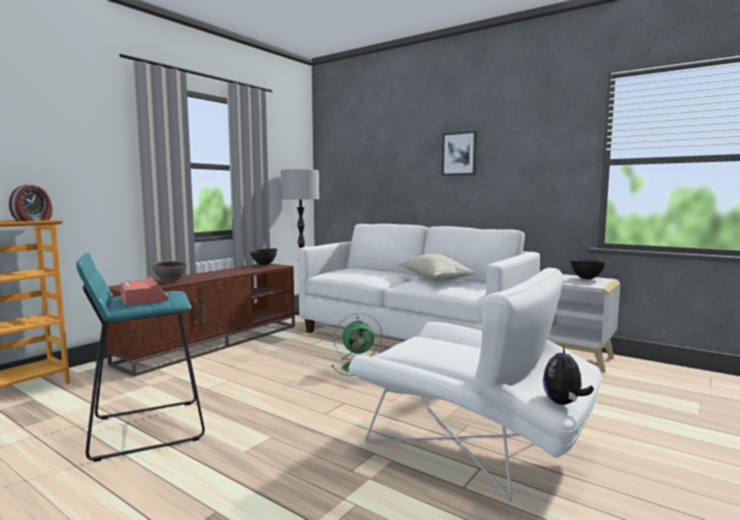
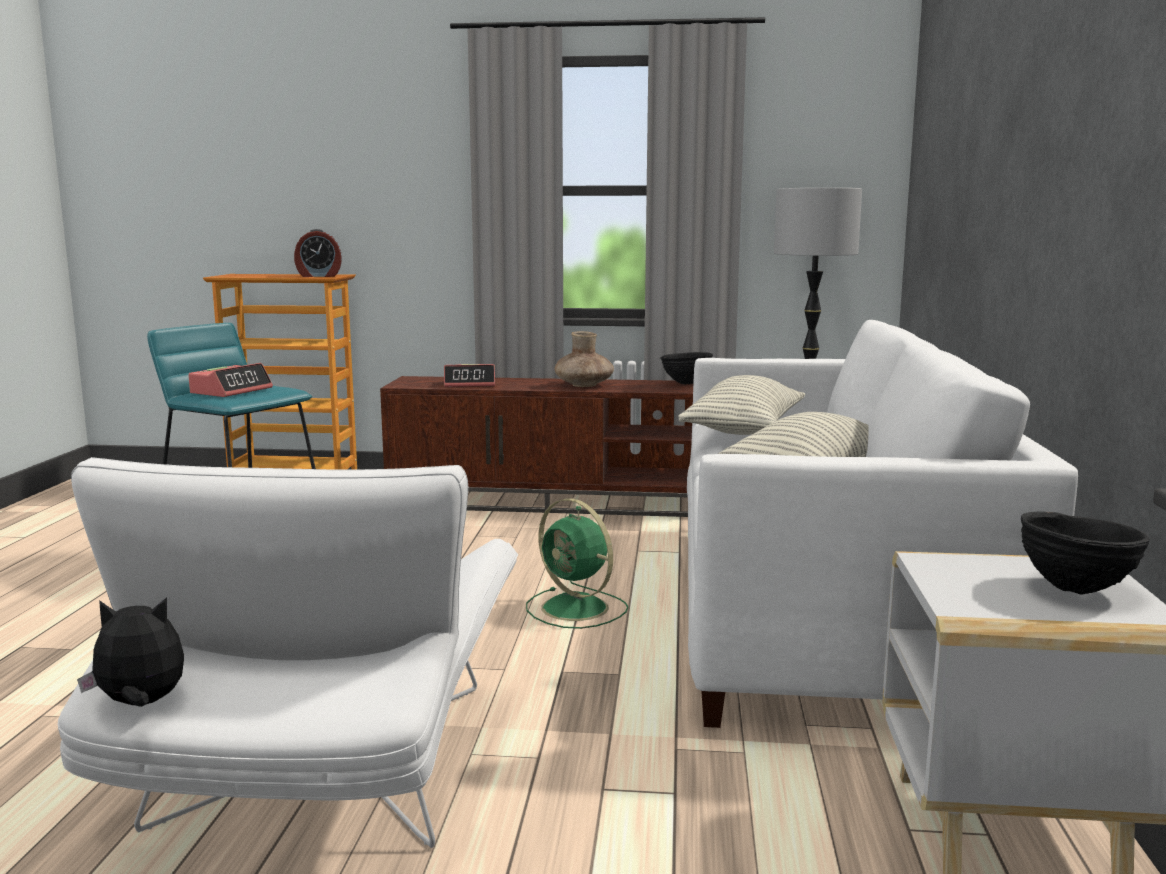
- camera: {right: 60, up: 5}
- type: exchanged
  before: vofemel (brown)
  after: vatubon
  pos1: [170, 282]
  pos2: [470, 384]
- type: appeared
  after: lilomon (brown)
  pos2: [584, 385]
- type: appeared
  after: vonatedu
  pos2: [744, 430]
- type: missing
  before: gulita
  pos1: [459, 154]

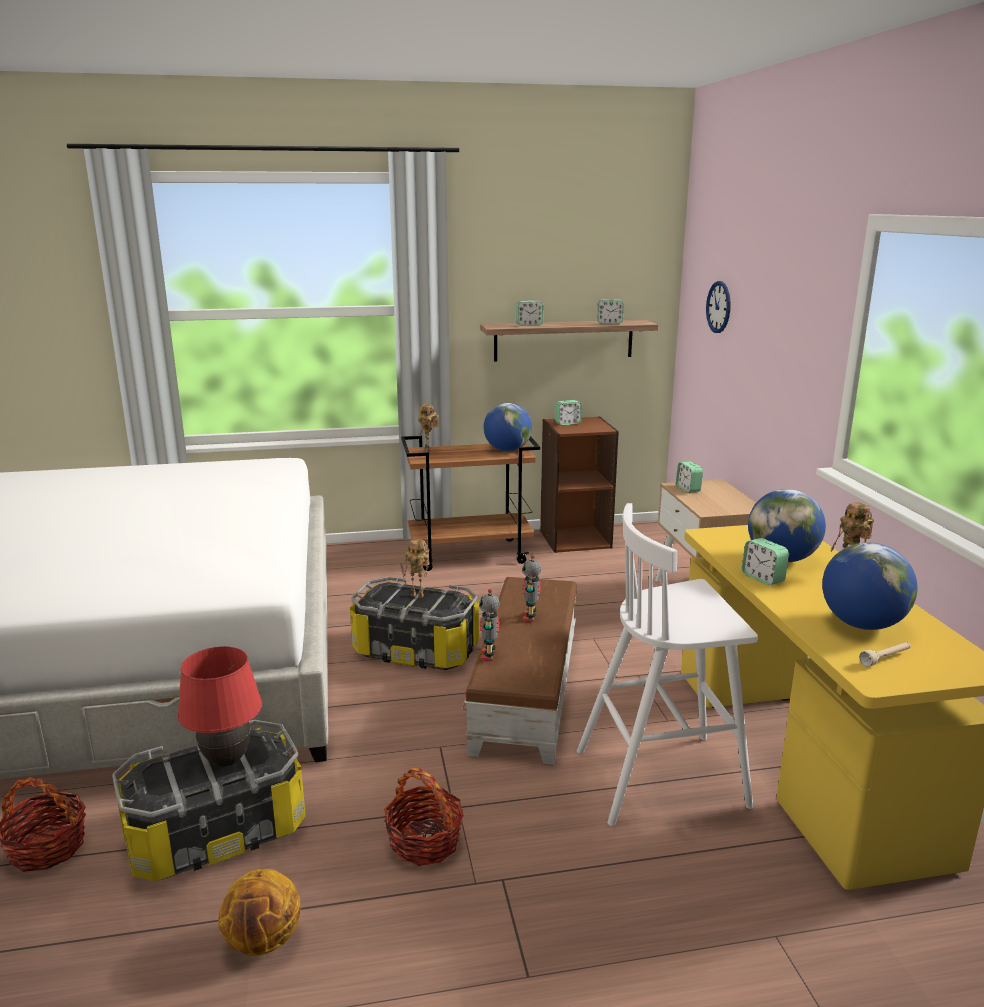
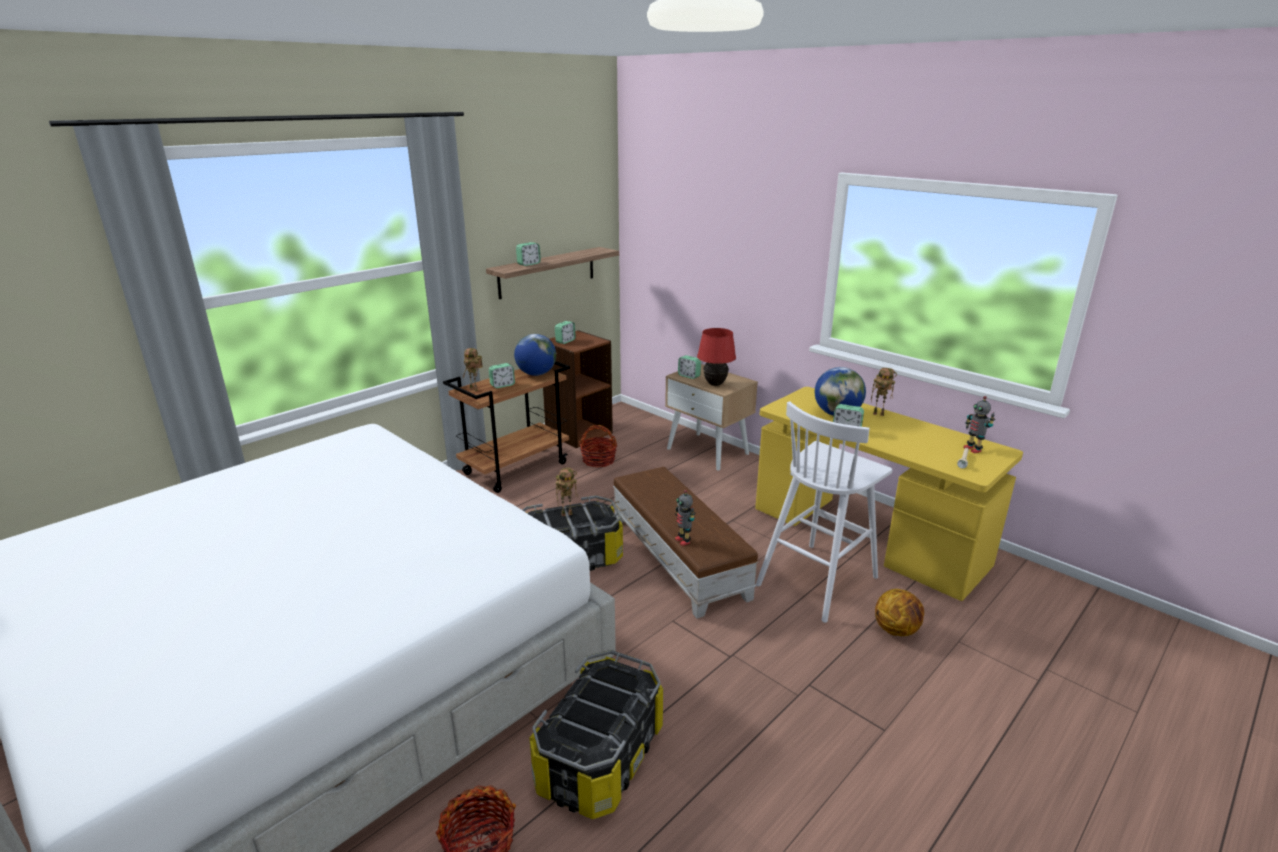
- camera: {right: -35, up: 5}
- type: relocated
  before: vatubon
  pos1: [609, 323]
  pos2: [502, 385]
- type: relocated
  before: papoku
  pos1: [425, 842]
  pos2: [598, 460]
- type: relocated
  before: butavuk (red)
  pos1: [226, 760]
  pos2: [715, 384]
- type: relocated
  before: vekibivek
  pos1: [264, 941]
  pos2: [896, 630]
- type: relocated
  before: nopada
  pos1: [530, 617]
  pos2: [973, 449]
- type: missing
  before: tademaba
  pos1: [718, 307]
- type: missing
  before: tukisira
  pos1: [862, 624]

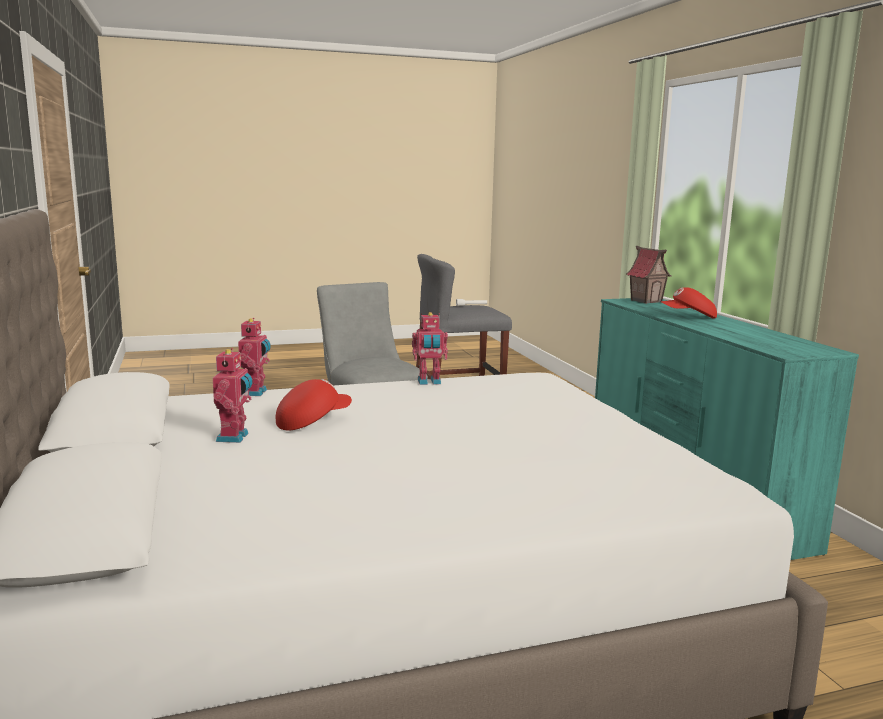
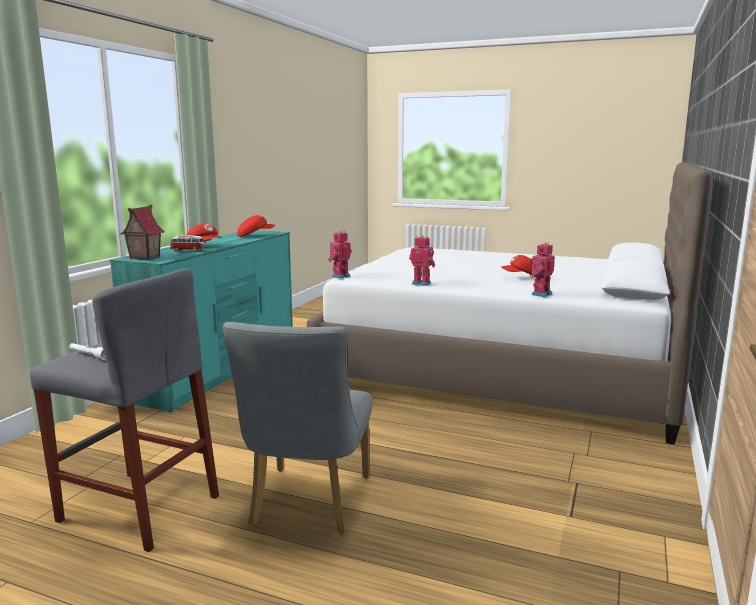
- camera: {right: -140, up: 0}
- type: appeared
  after: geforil
  pos2: [188, 251]
- type: appeared
  after: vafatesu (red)
  pos2: [255, 235]
- type: relocated
  before: nopada
  pos1: [235, 437]
  pos2: [340, 276]

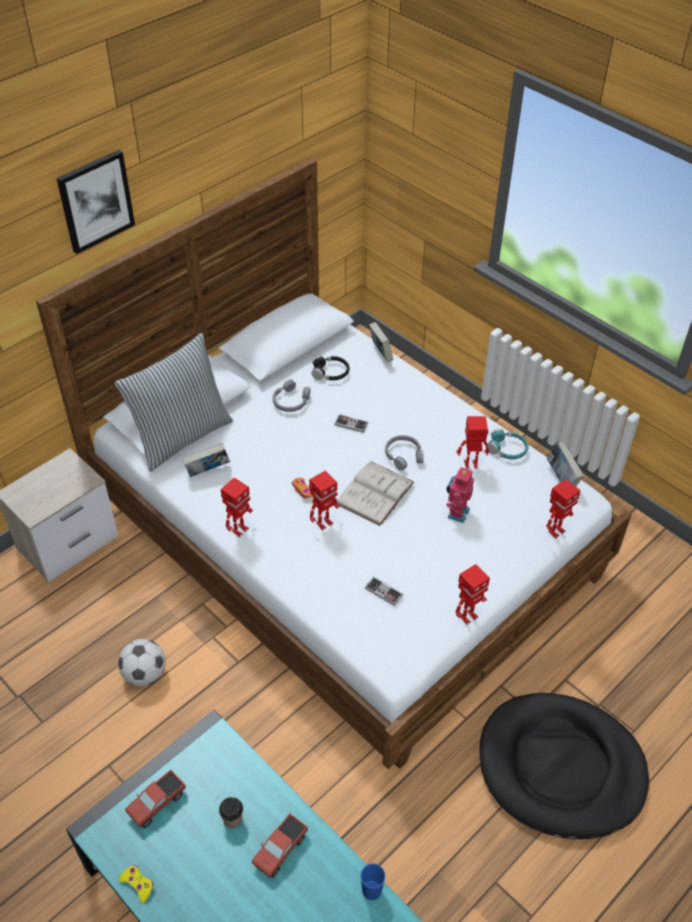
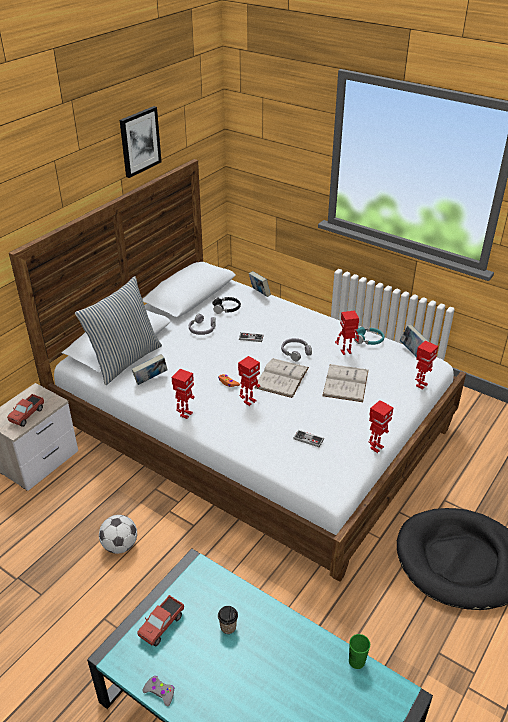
- camera: {right: -10, up: -10}
- type: relocated
  before: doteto
  pos1: [280, 850]
  pos2: [27, 415]
- type: relocated
  before: gulita
  pos1: [95, 201]
  pos2: [139, 141]
- type: colour
  before: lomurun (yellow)
  after: lomurun (grey)
  pos1: [138, 884]
  pos2: [160, 692]
- type: exchanged
  before: nopada
  after: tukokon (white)
  pos1: [456, 513]
  pos2: [345, 382]
- type: colour
  before: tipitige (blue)
  after: tipitige (green)
  pos1: [371, 890]
  pos2: [356, 661]

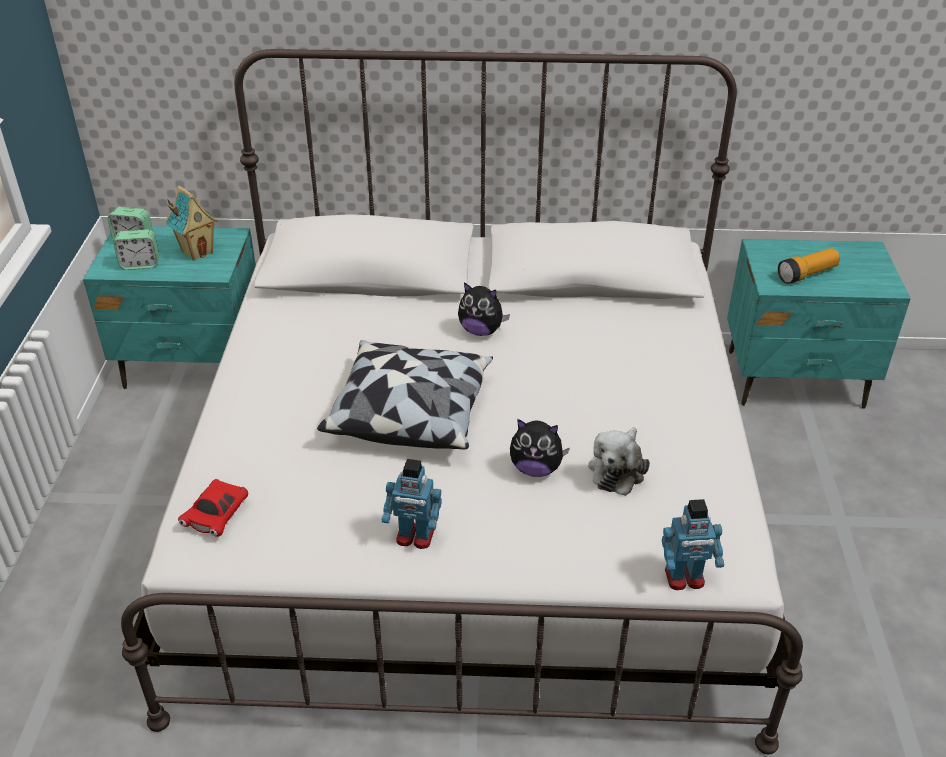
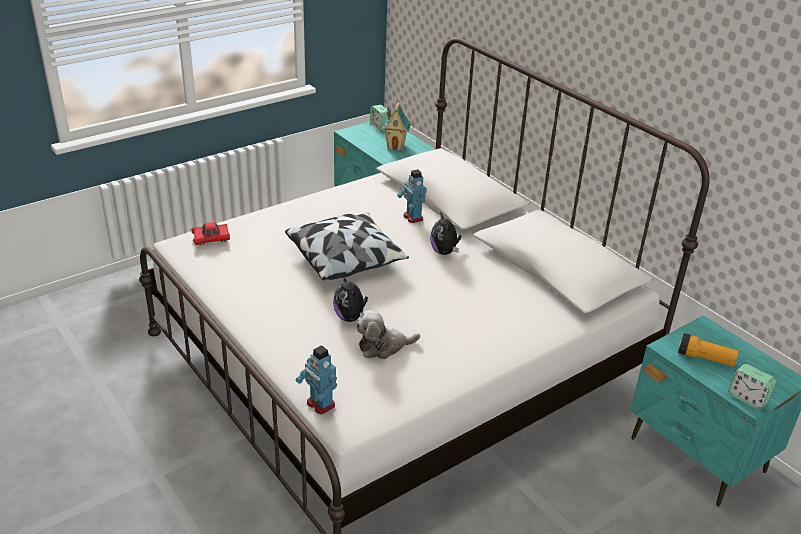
- camera: {right: 50, up: -5}
- type: relocated
  before: nopada
  pos1: [414, 537]
  pos2: [412, 218]
- type: relocated
  before: vatubon
  pos1: [140, 264]
  pos2: [747, 399]

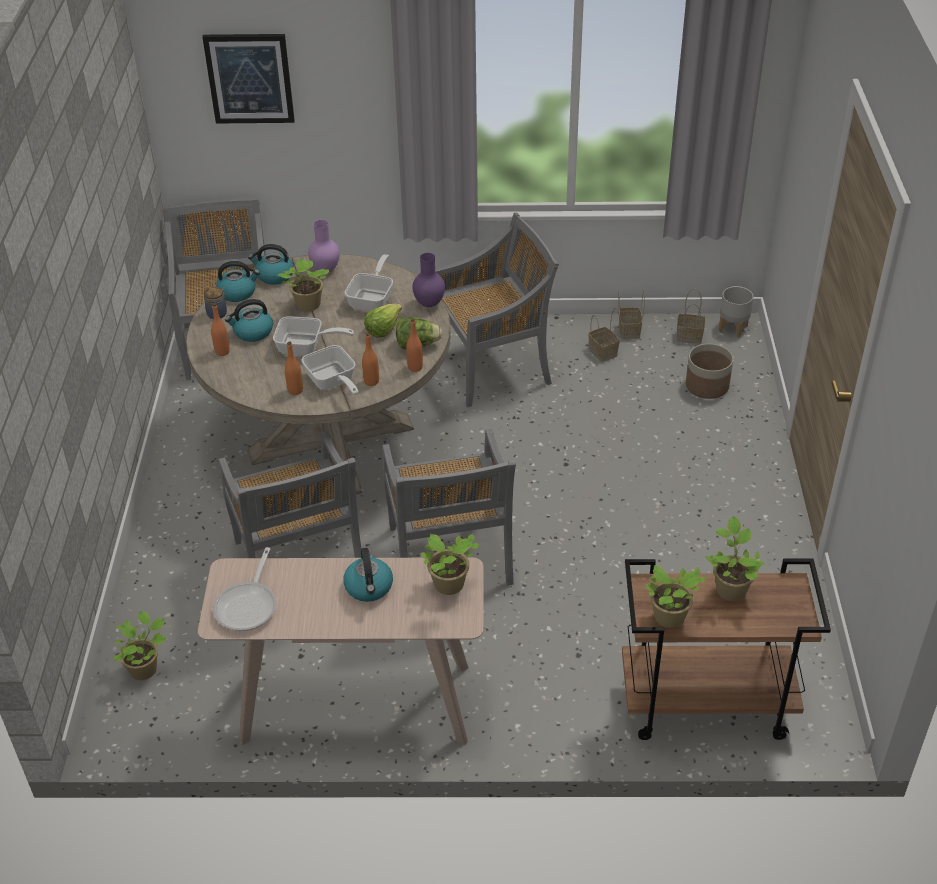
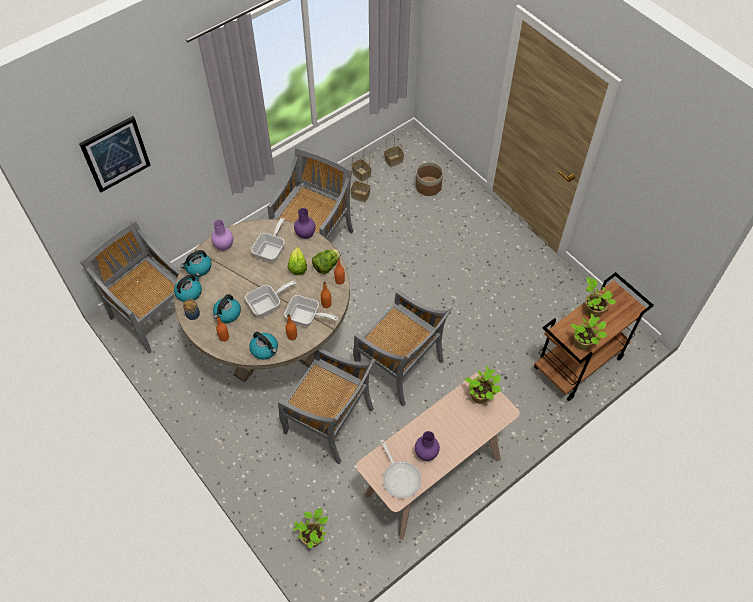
- camera: {right: -40, up: 15}
- type: relocated
  before: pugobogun
  pos1: [369, 587]
  pos2: [265, 349]
- type: spun
  before: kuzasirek
  pos1: [373, 299]
  pos2: [271, 250]
  turn: 45
- type: appeared
  after: lilomon (purple)
  pos2: [425, 454]
- type: missing
  before: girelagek
  pos1: [307, 305]
- type: missing
  before: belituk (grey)
  pos1: [733, 328]

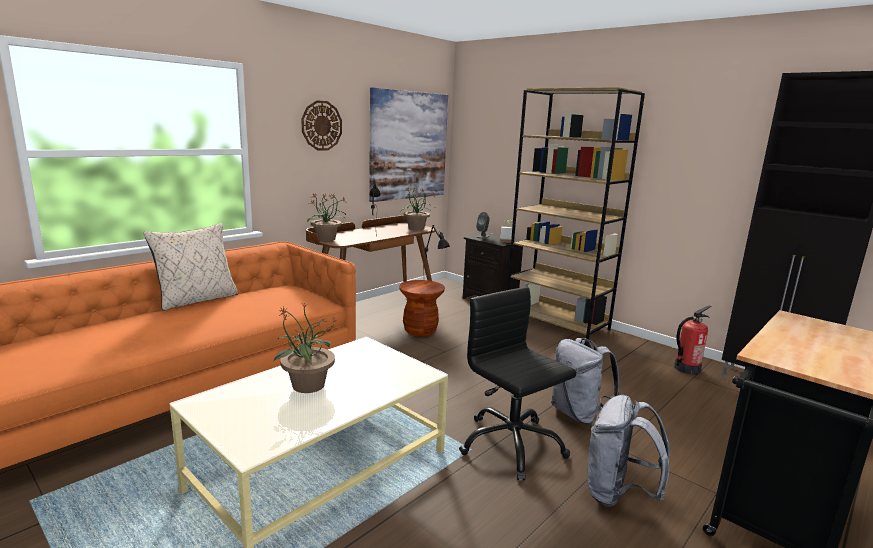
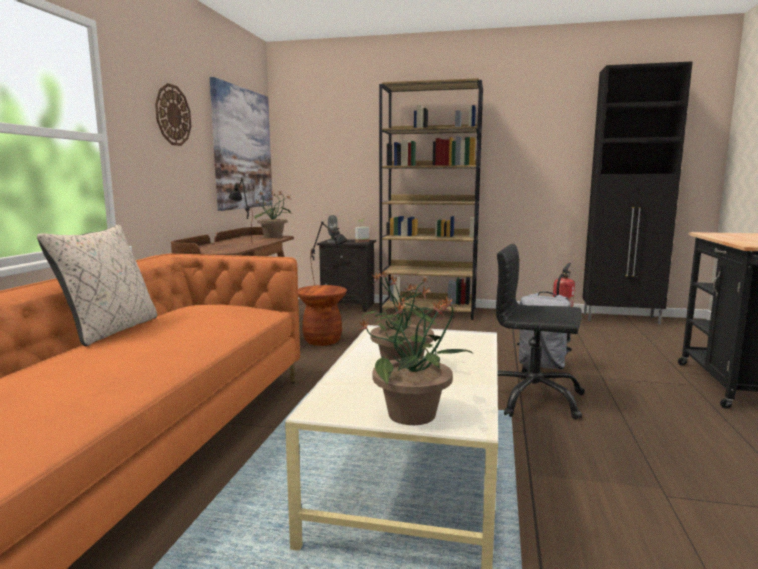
- camera: {right: -30, up: -5}
- type: relocated
  before: girelagek
  pos1: [326, 239]
  pos2: [413, 414]
- type: missing
  before: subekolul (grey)
  pos1: [618, 494]

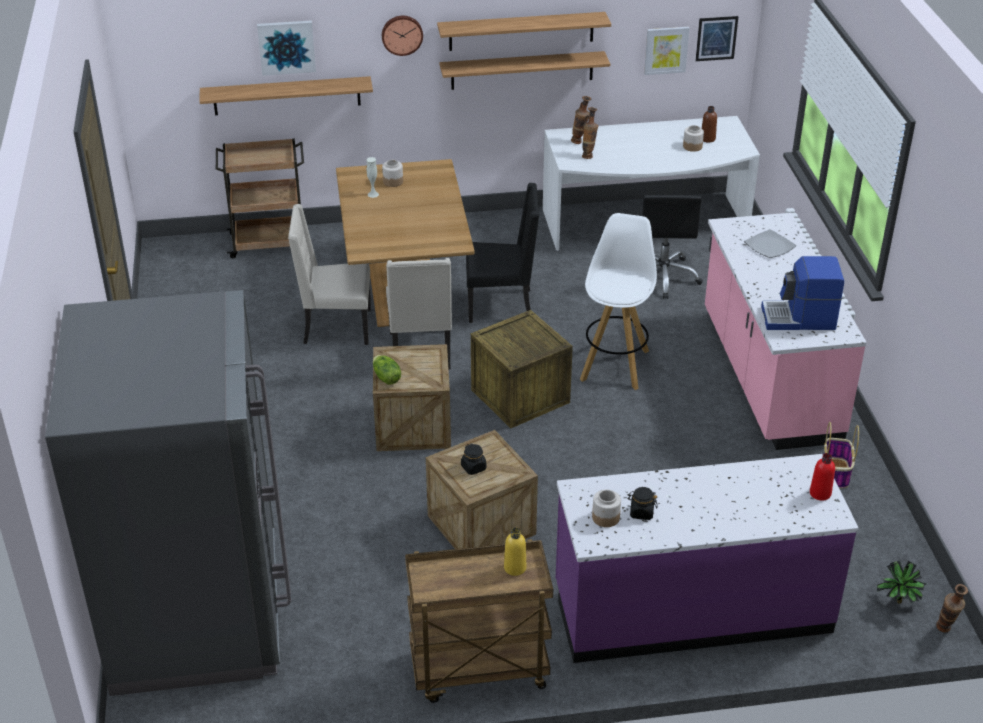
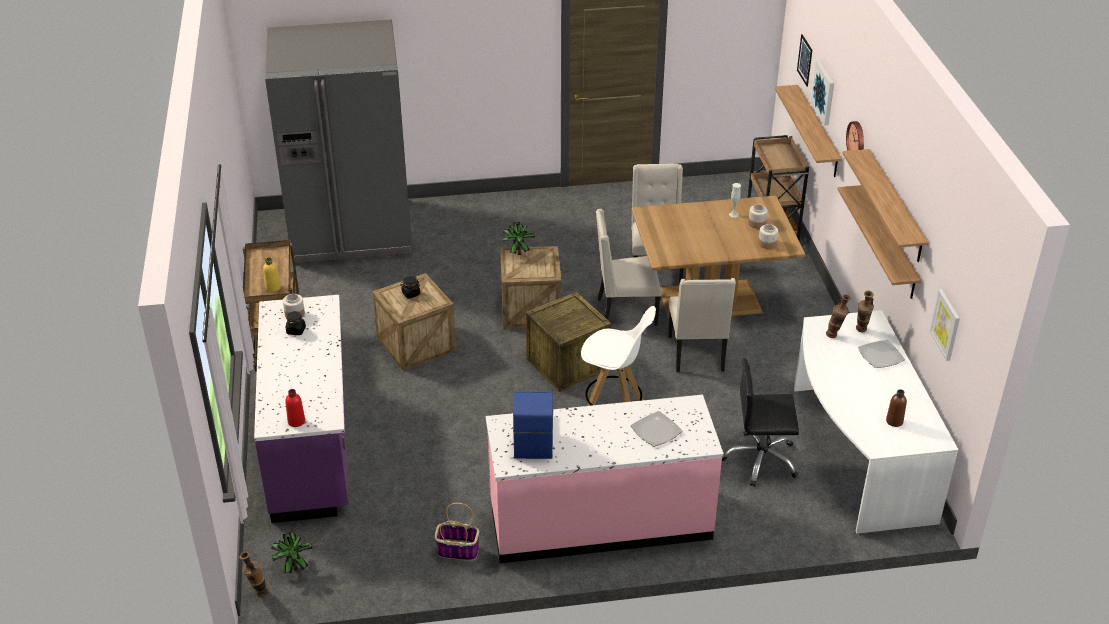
- camera: {right: 90, up: 0}
- type: exchanged
  before: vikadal
  after: girelagek
  pos1: [386, 378]
  pos2: [518, 253]
- type: colour
  before: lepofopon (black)
  after: lepofopon (beige)
  pos1: [501, 305]
  pos2: [697, 355]
- type: relocated
  before: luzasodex
  pos1: [692, 146]
  pos2: [767, 243]
- type: relocated
  before: gulita
  pos1: [716, 38]
  pos2: [805, 60]
- type: appeared
  after: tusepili
  pos2: [880, 355]

